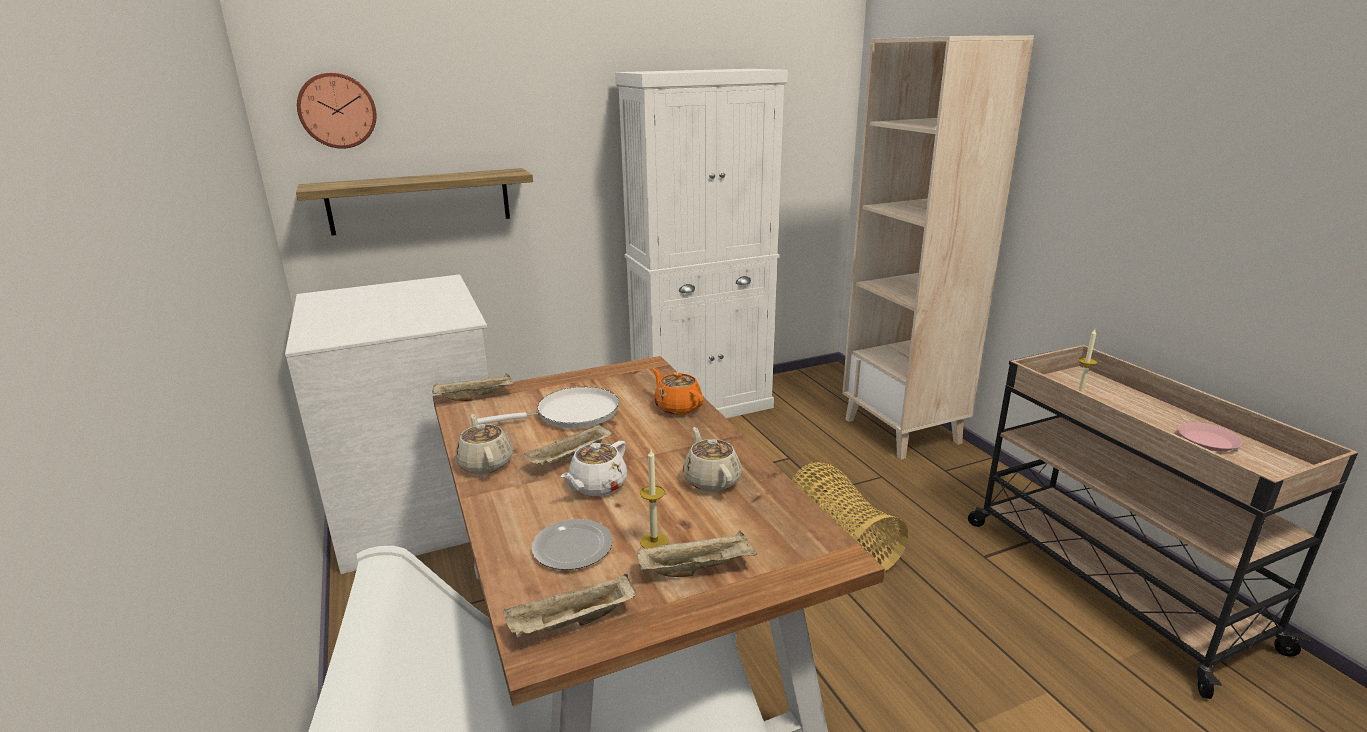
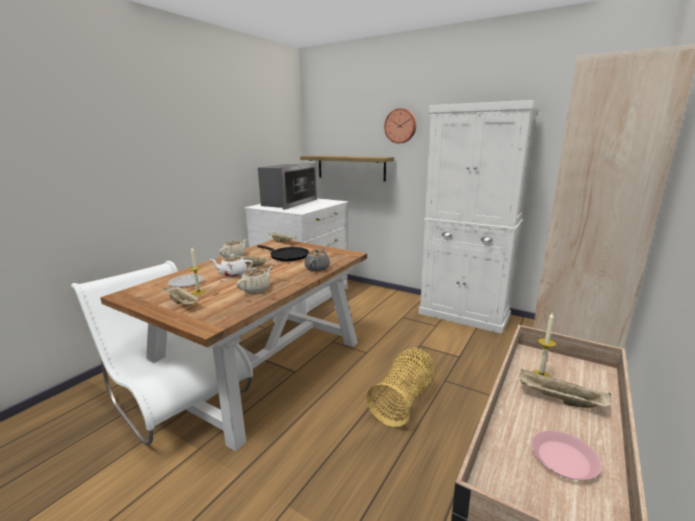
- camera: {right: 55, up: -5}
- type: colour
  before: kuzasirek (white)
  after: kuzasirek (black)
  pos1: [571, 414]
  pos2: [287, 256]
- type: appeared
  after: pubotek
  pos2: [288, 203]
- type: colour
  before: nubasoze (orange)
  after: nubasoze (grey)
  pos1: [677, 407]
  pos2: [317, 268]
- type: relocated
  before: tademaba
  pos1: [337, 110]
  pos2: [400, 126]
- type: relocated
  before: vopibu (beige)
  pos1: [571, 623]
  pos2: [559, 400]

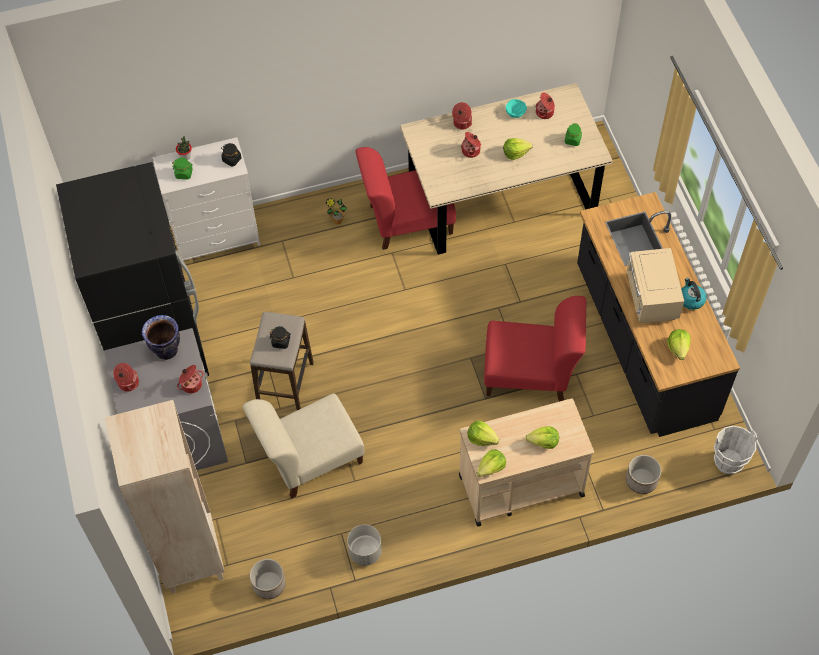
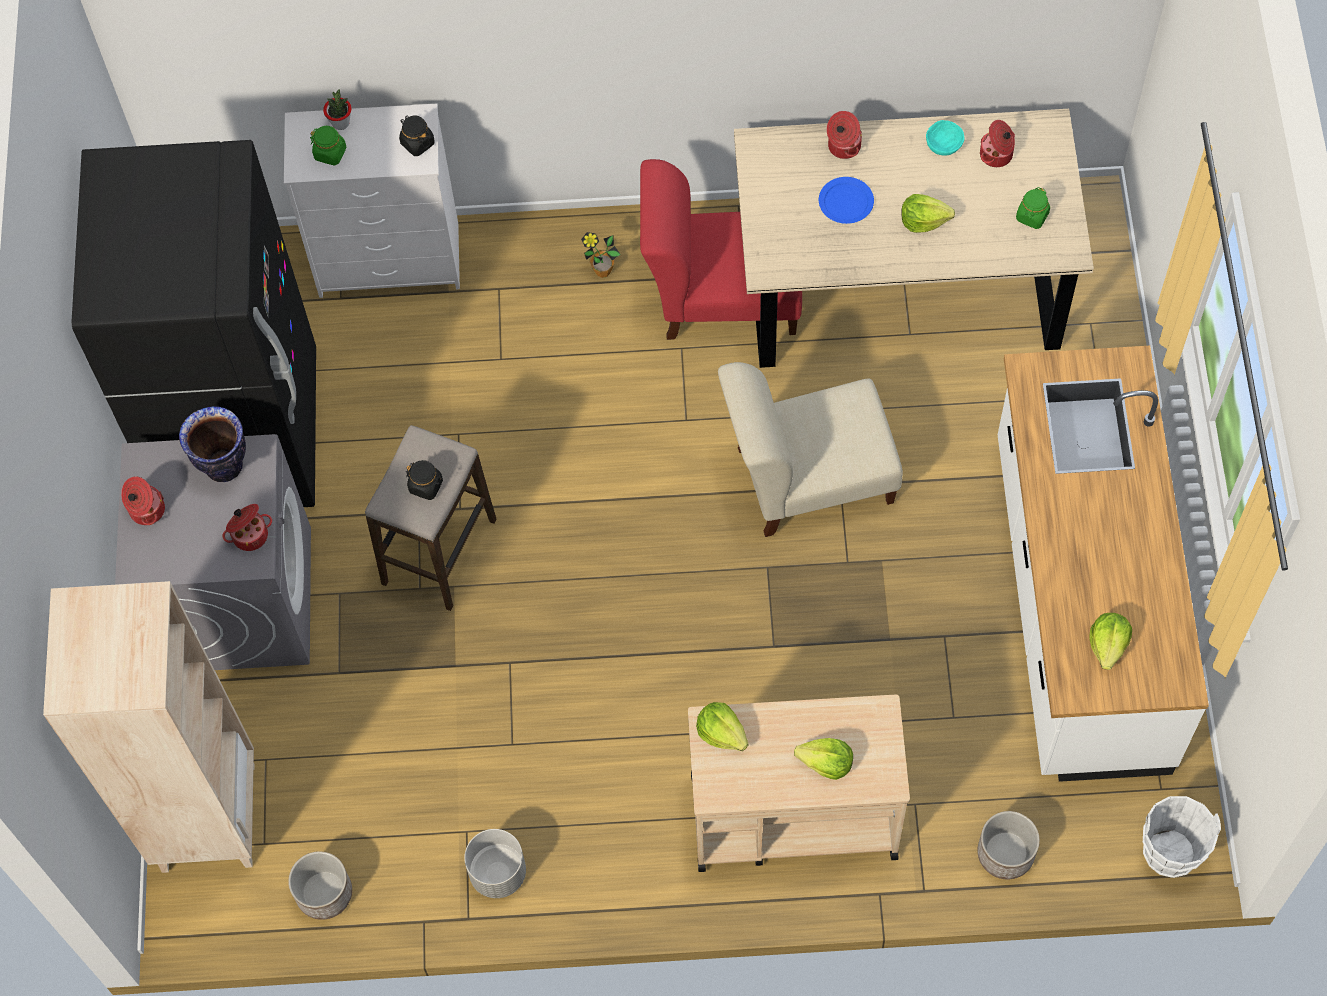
- camera: {right: 15, up: 5}
- type: relocated
  before: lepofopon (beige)
  pos1: [309, 458]
  pos2: [807, 478]
- type: exchanged
  before: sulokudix
  after: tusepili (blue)
  pos1: [471, 151]
  pos2: [846, 202]
- type: colour
  before: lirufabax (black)
  after: lirufabax (white)
  pos1: [643, 343]
  pos2: [1077, 605]
- type: missing
  before: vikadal
  pos1: [491, 467]
- type: missing
  before: lepofopon (red)
  pos1: [530, 374]
- type: missing
  before: pubotek (beige)
  pos1: [651, 298]
- type: missing
  before: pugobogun
  pos1: [691, 299]

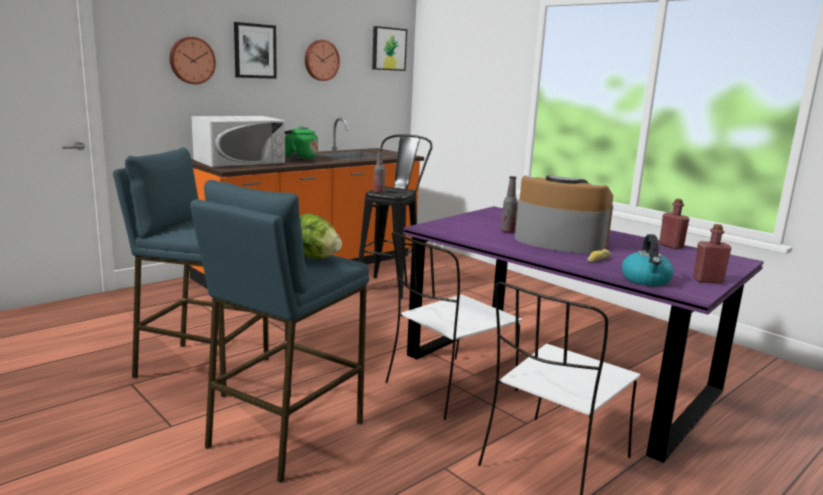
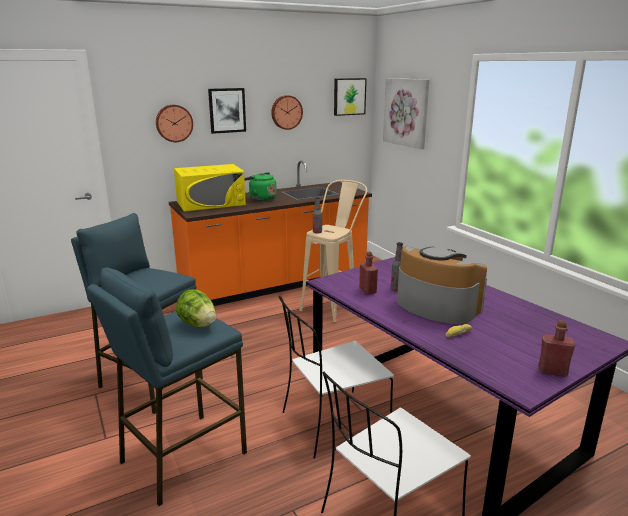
- camera: {right: 15, up: 5}
- type: colour
  before: pubotek (white)
  after: pubotek (yellow)
  pos1: [239, 161]
  pos2: [211, 203]
- type: colour
  before: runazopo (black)
  after: runazopo (beige)
  pos1: [391, 284]
  pos2: [333, 306]
- type: relocated
  before: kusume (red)
  pos1: [671, 246]
  pos2: [367, 290]
- type: appeared
  after: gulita
  pos2: [406, 112]
- type: missing
  before: pugobogun
  pos1: [646, 280]

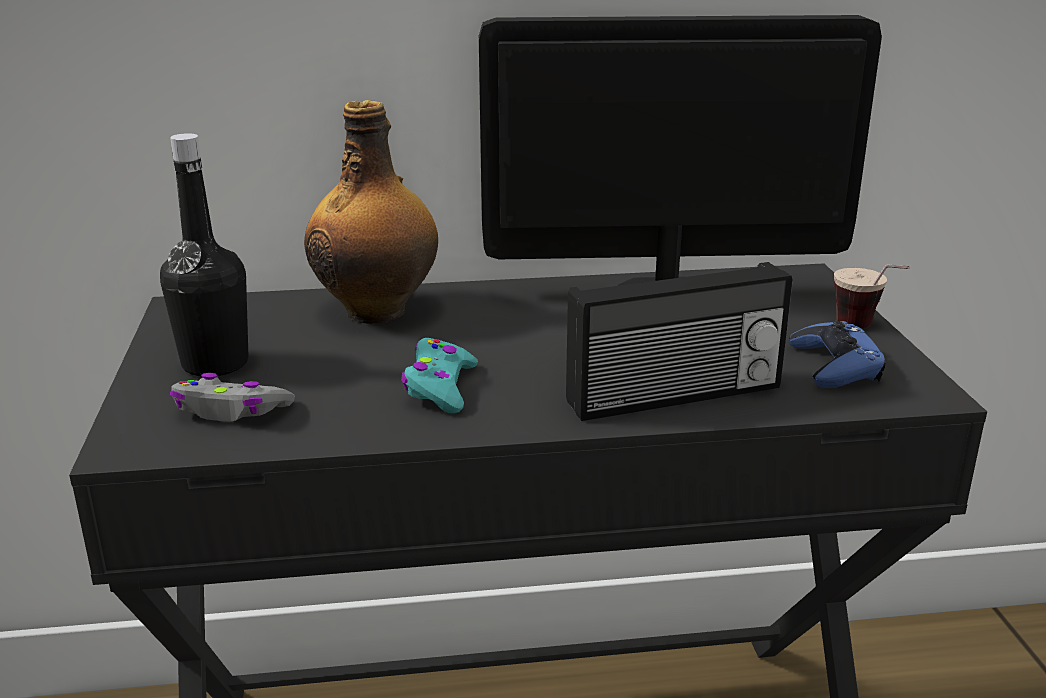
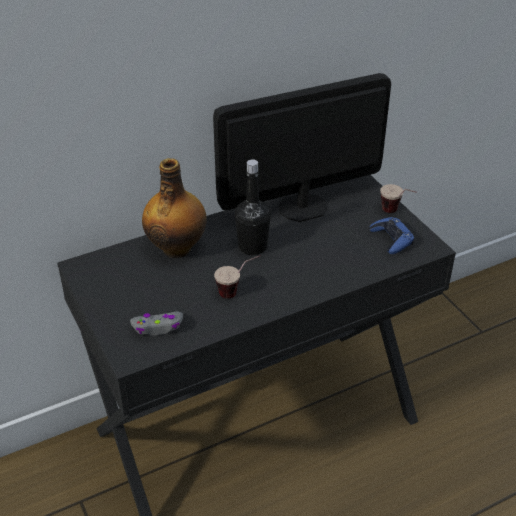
- camera: {right: -20, up: 15}
- type: exchanged
  before: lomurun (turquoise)
  after: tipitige
  pos1: [440, 387]
  pos2: [238, 291]
- type: relocated
  before: kusume (black)
  pos1: [215, 364]
  pos2: [252, 247]
- type: missing
  before: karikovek
  pos1: [676, 396]

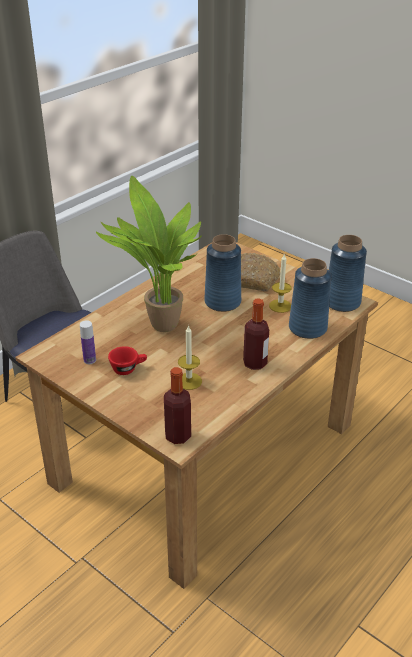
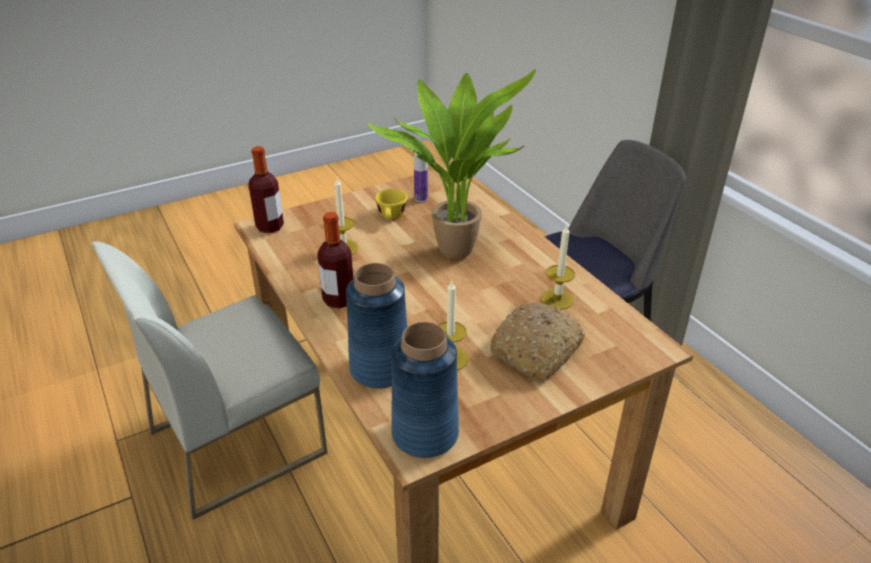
- camera: {right: 110, up: 0}
- type: appeared
  after: lepofopon (white)
  pos2: [238, 440]
- type: colour
  before: tipitige (red)
  after: tipitige (yellow)
  pos1: [128, 368]
  pos2: [391, 217]
- type: appeared
  after: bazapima
  pos2: [557, 299]
- type: missing
  before: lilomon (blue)
  pos1: [222, 302]

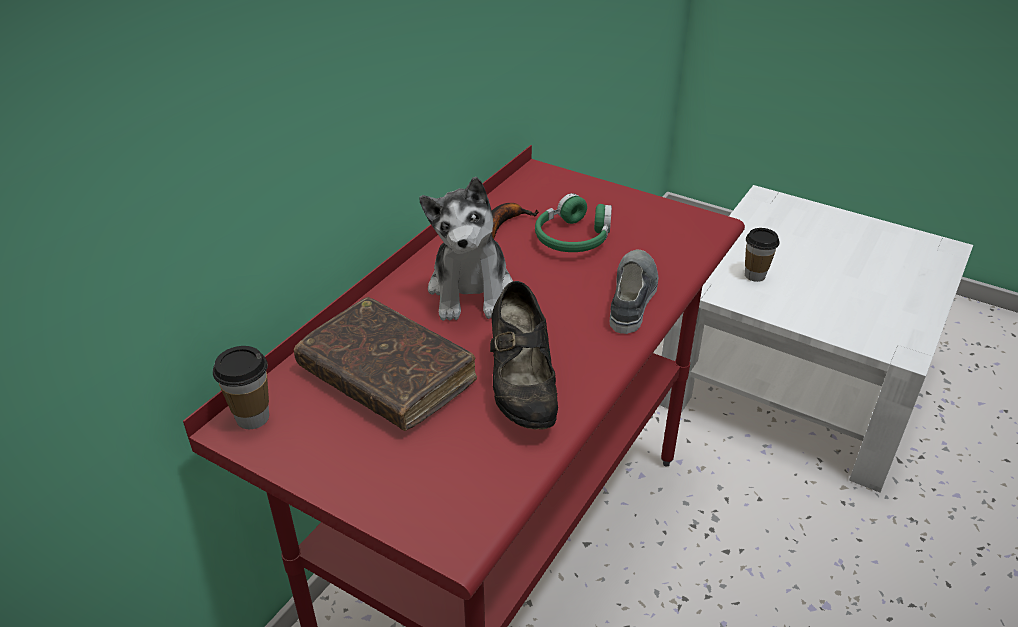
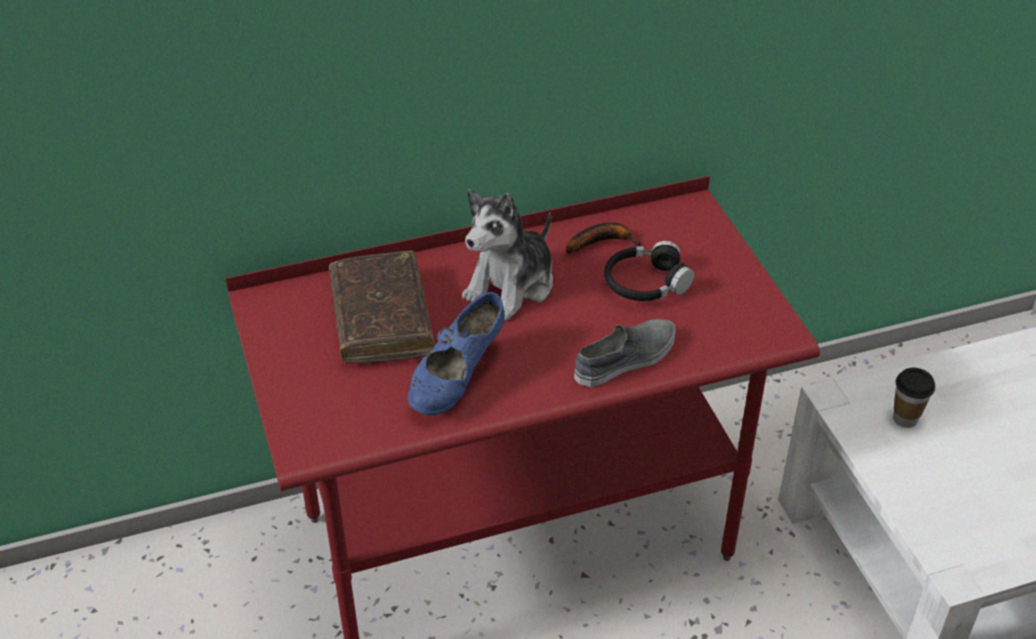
- camera: {right: 40, up: 5}
- type: colour
  before: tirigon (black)
  after: tirigon (blue)
  pos1: [522, 387]
  pos2: [457, 379]
- type: colour
  before: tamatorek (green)
  after: tamatorek (black)
  pos1: [573, 238]
  pos2: [645, 283]
- type: missing
  before: tipitige
  pos1: [252, 418]

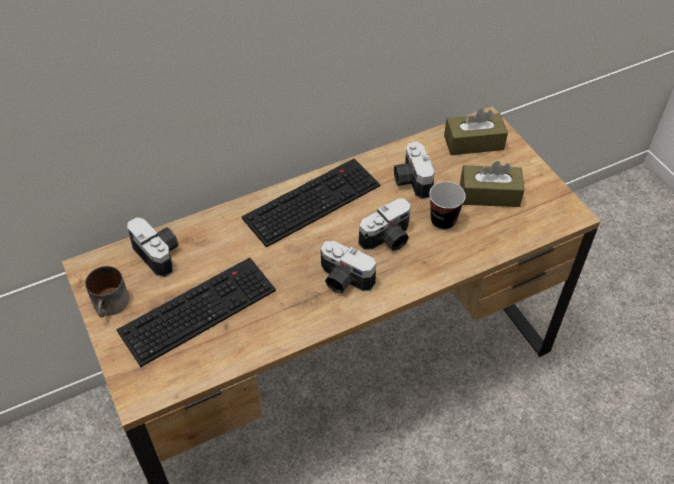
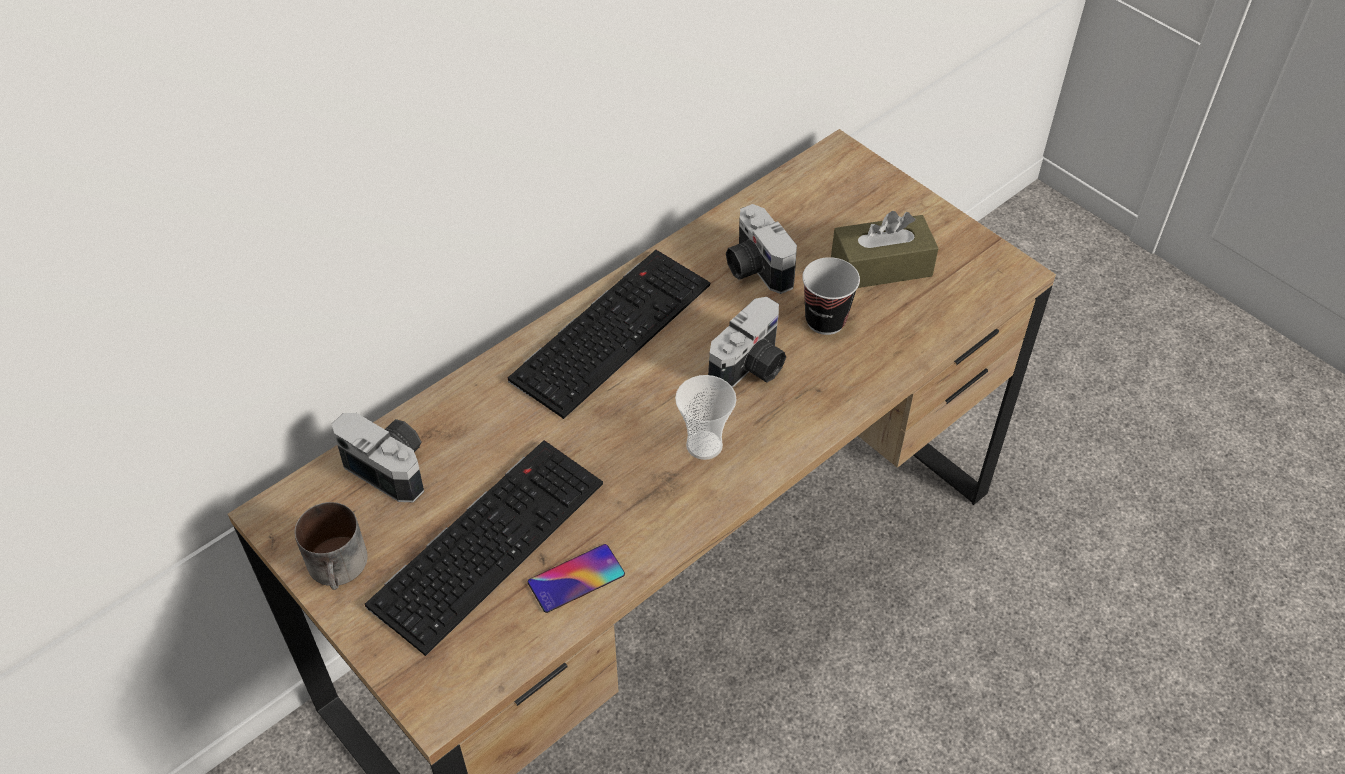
- camera: {right: -15, up: 0}
- type: appeared
  after: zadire
  pos2: [576, 578]
- type: exchanged
  before: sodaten
  after: tipitige
  pos1: [343, 280]
  pos2: [704, 445]
- type: missing
  before: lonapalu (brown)
  pos1: [473, 143]

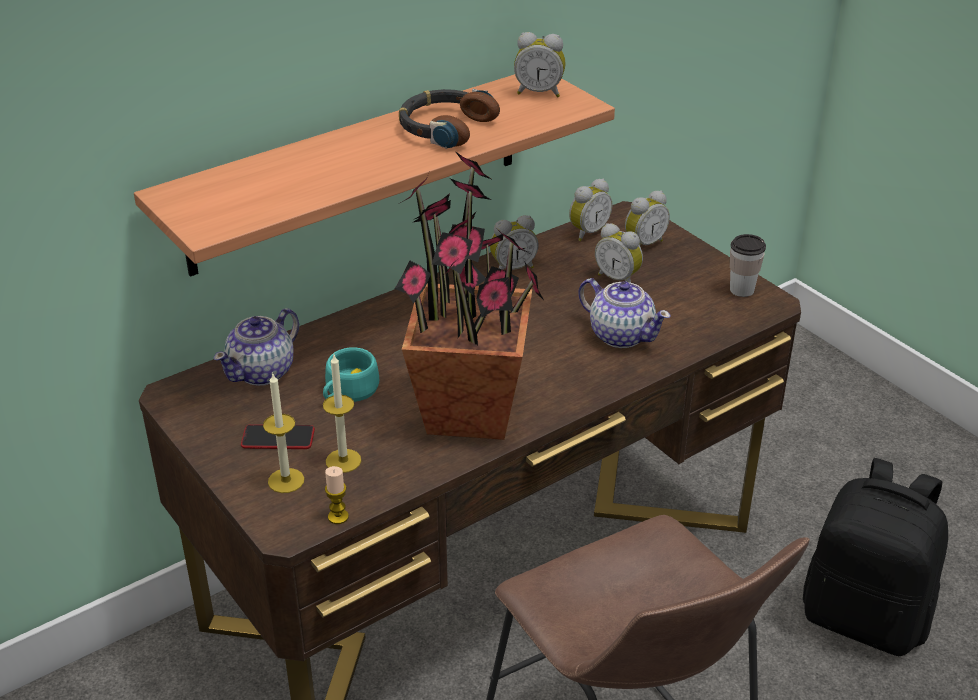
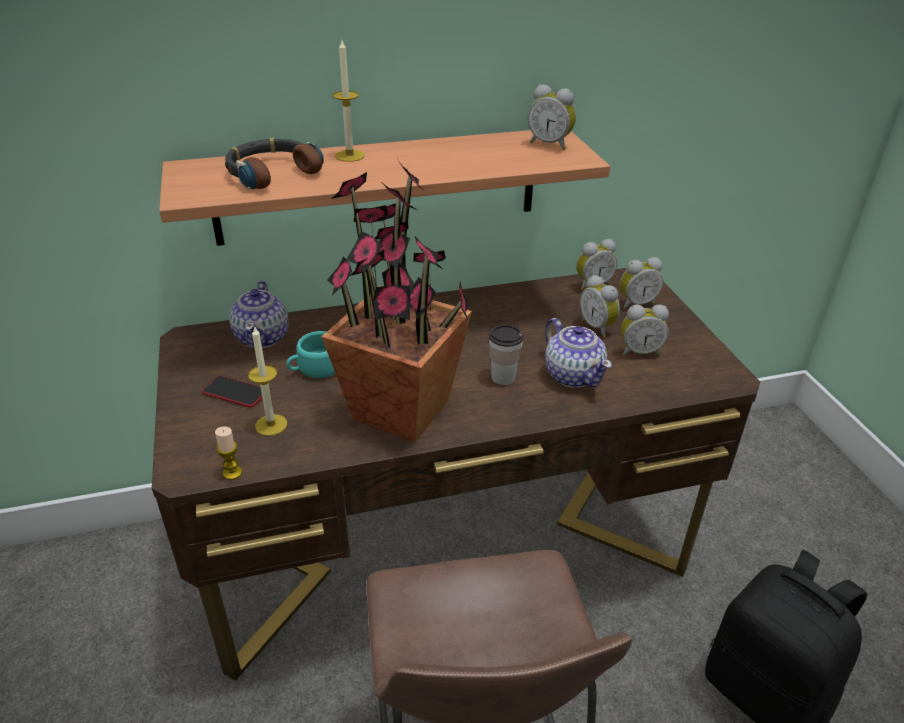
- camera: {right: 20, up: 0}
- type: relocated
  before: tamatorek
  pos1: [445, 127]
  pos2: [272, 172]
- type: spun
  before: nubasoze
  pos1: [263, 372]
  pos2: [263, 337]
  turn: -60
- type: relocated
  before: bazapima
  pos1: [286, 480]
  pos2: [349, 156]
- type: relocated
  before: tipitige
  pos1: [742, 290]
  pos2: [503, 377]
- type: relocated
  before: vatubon
  pos1: [512, 268]
  pos2: [639, 352]

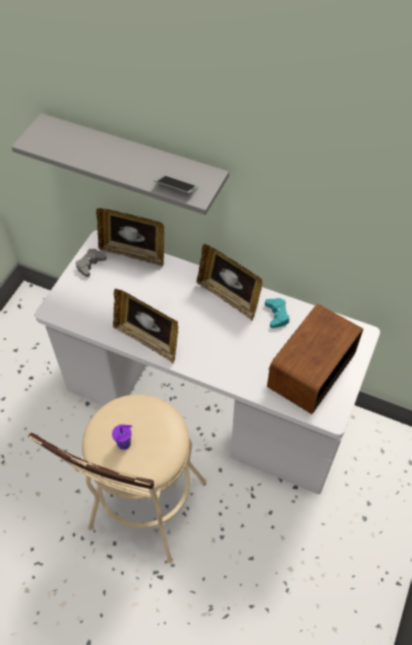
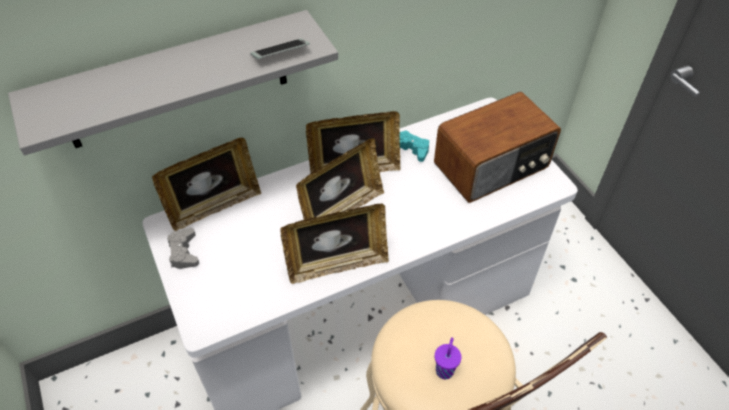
- camera: {right: -50, up: -5}
- type: appeared
  after: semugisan
  pos2: [341, 210]
- type: spun
  before: karikovek
  pos1: [309, 370]
  pos2: [492, 167]
  turn: -105

